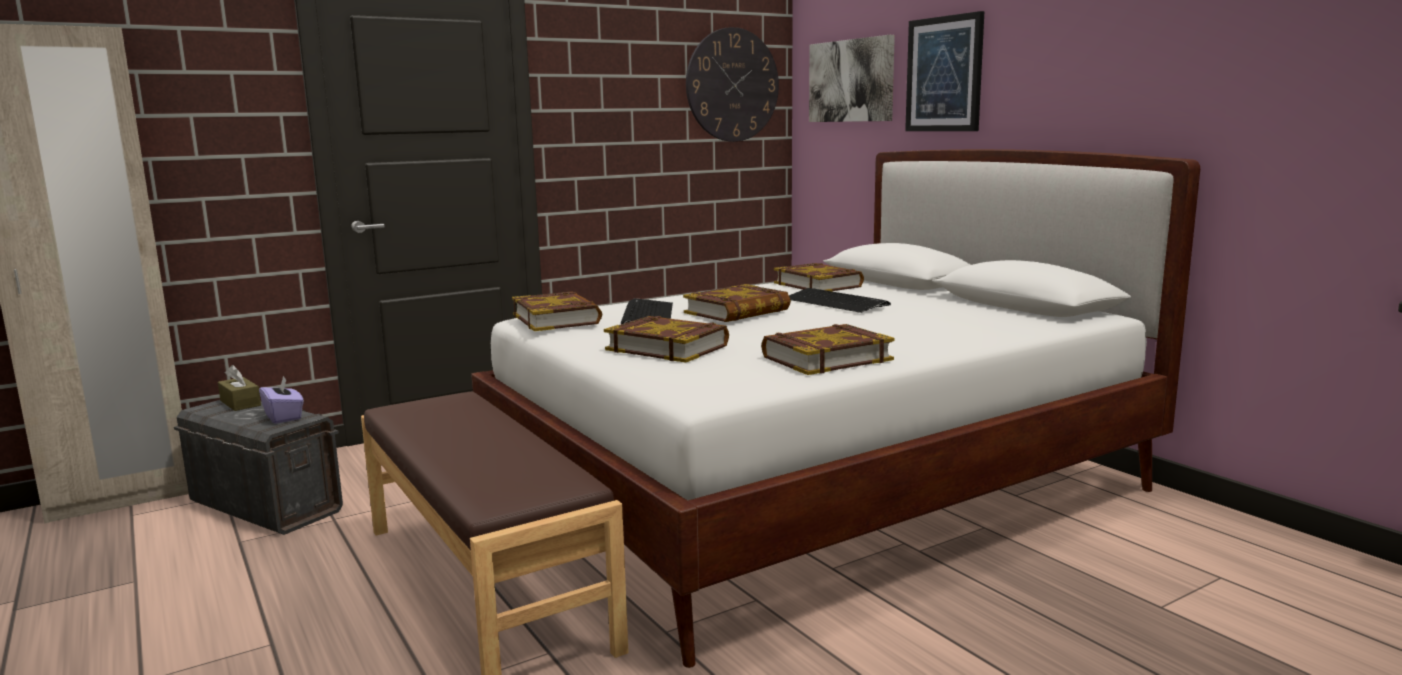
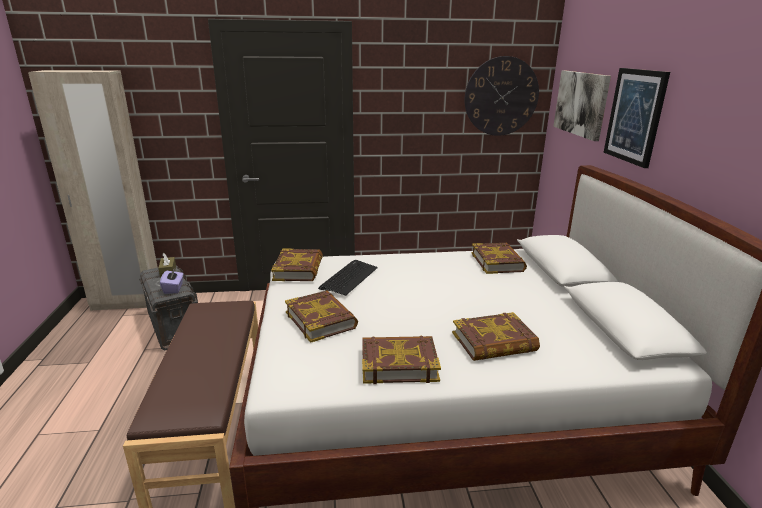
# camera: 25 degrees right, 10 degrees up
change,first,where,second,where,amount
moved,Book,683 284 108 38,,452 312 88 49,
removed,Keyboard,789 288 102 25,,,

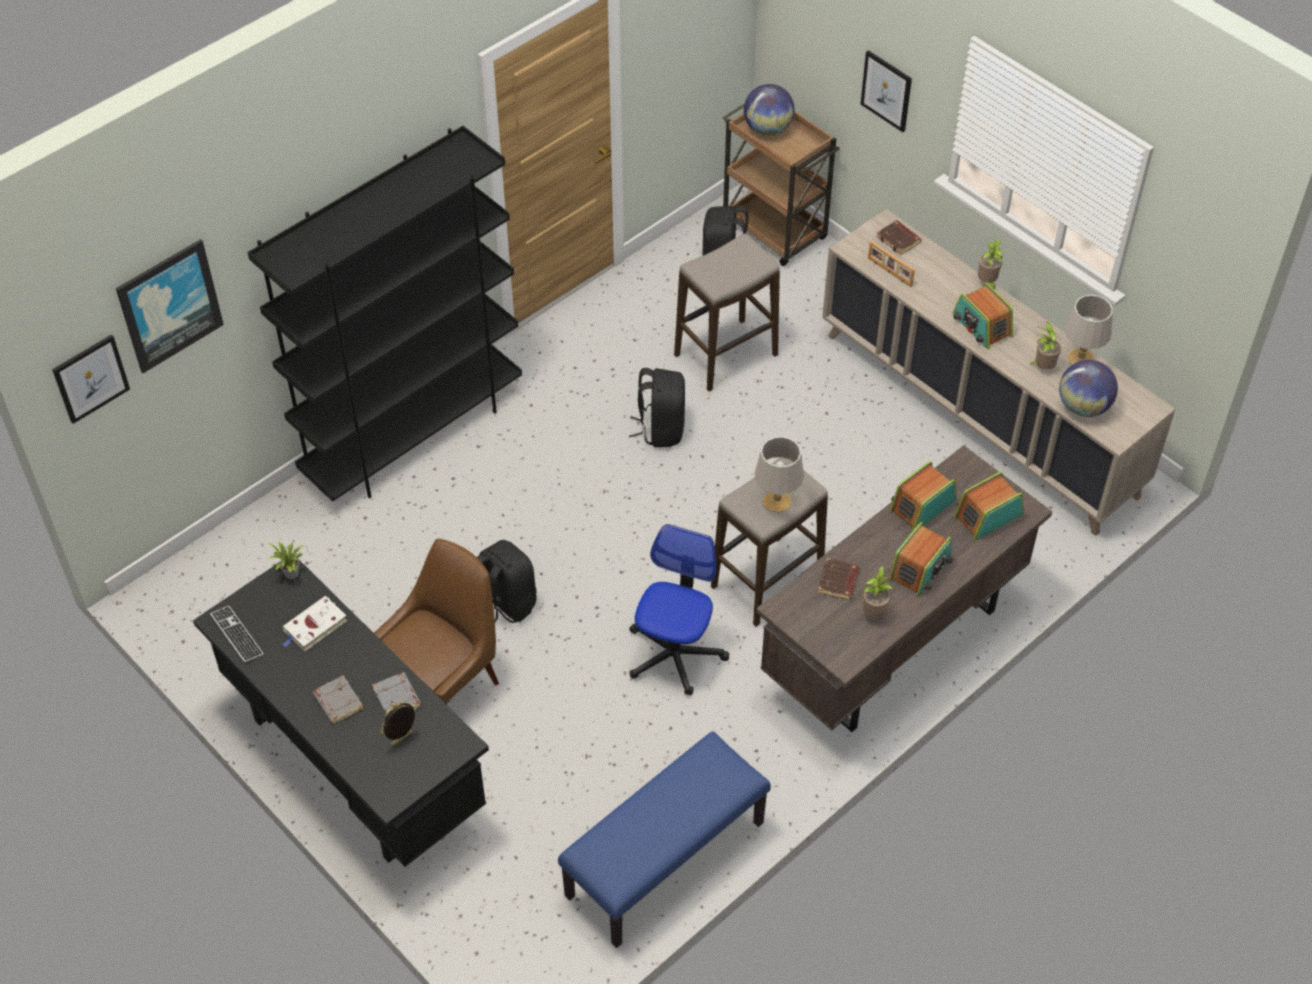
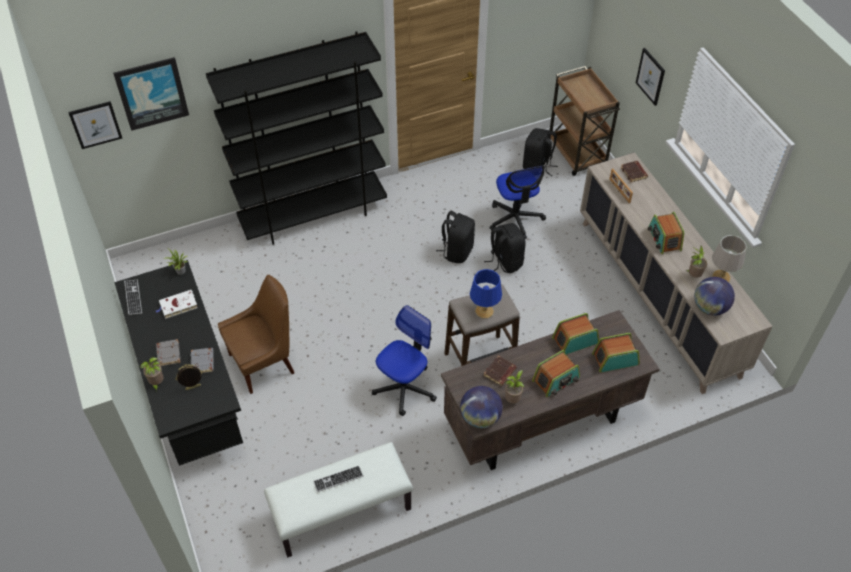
# camera: 20 degrees right, 0 degrees up
change,first,where,second,where,amount
moved,PottedPlant,978 240 25 50,,140 357 24 34,
recoloured,BlueBench,558 731 213 217,WhiteBench,264 442 149 115,
added,,,Keyboard,313 466 50 26,
moved,Globe,744 84 51 52,,460 386 43 42,
recoloured,GreyTableLamp,754 436 50 77,BlueTableLamp,470 269 32 50,
moved,BlackBackpack,477 540 60 83,,484 223 42 50,
replaced,Stool,674 233 106 159,OfficeChair,489 166 57 73,

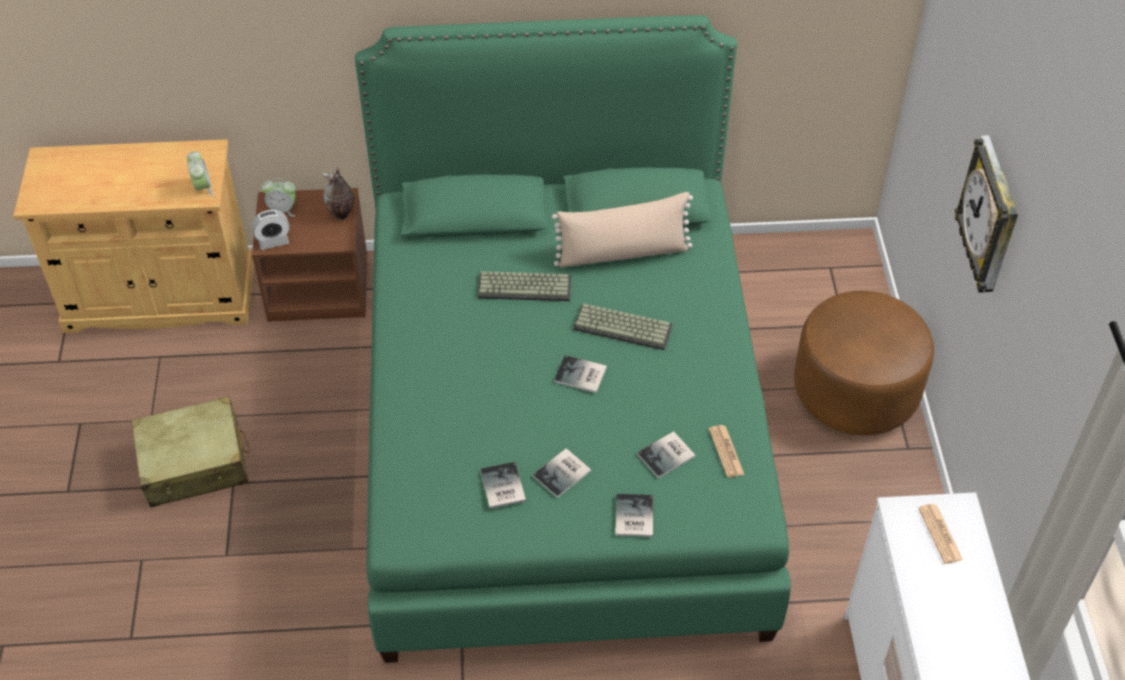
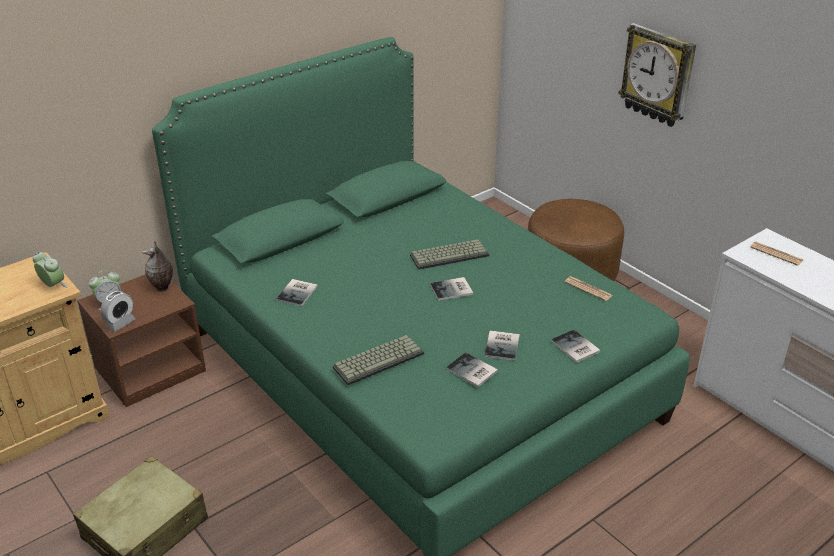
# camera: 35 degrees left, 15 degrees down
change,first,where,second,where,amount
moved,Book,637 431 58 47,,276 279 42 28,
moved,Keyboard,477 271 94 30,,333 335 91 50,
removed,BeigePillow,552 192 141 75,,,

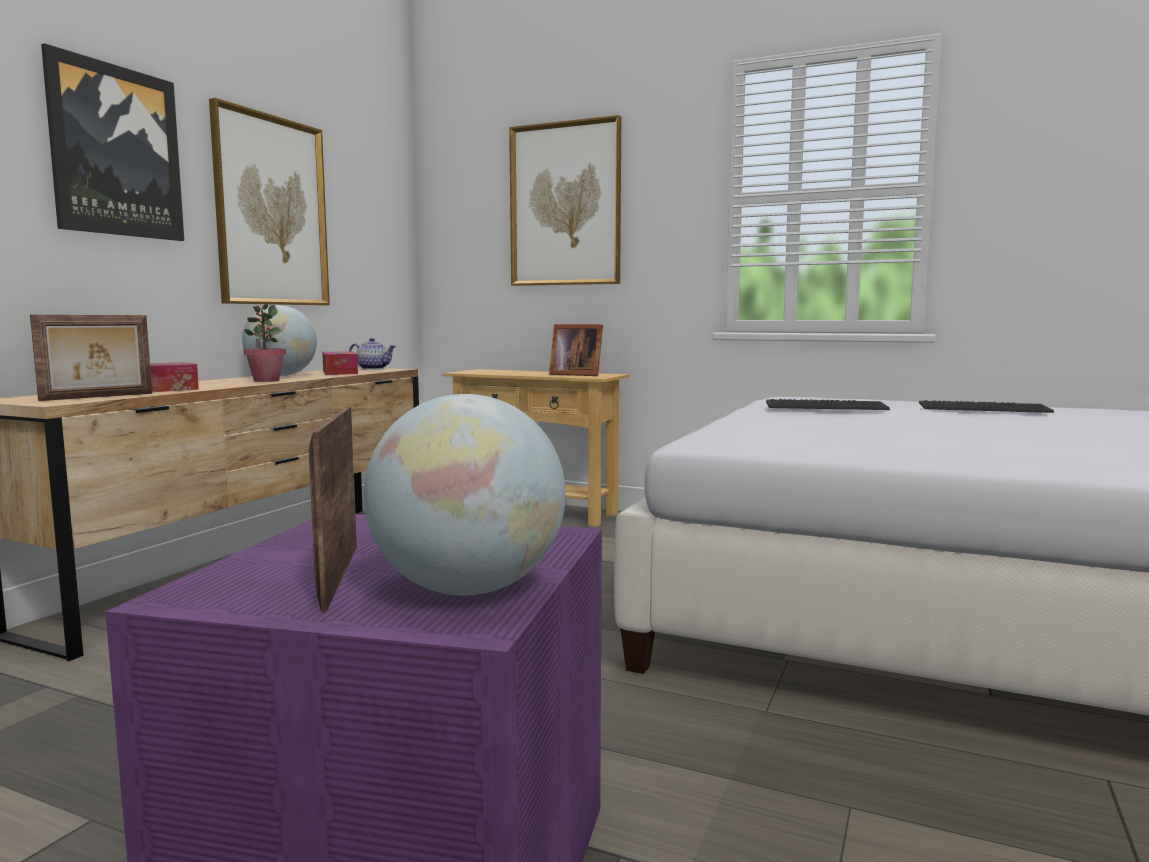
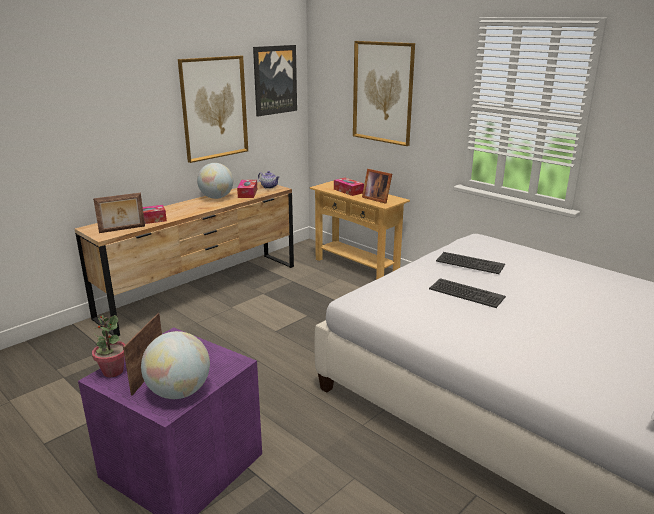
# camera: 20 degrees right, 15 degrees up
change,first,where,second,where,amount
moved,PottedPlant,243 304 43 78,,92 315 34 62,
moved,Picture,41 43 143 198,,253 45 44 72,
added,,,TissueBox,334 178 30 18,
moved,Keyboard,919 400 135 13,,429 278 77 30,

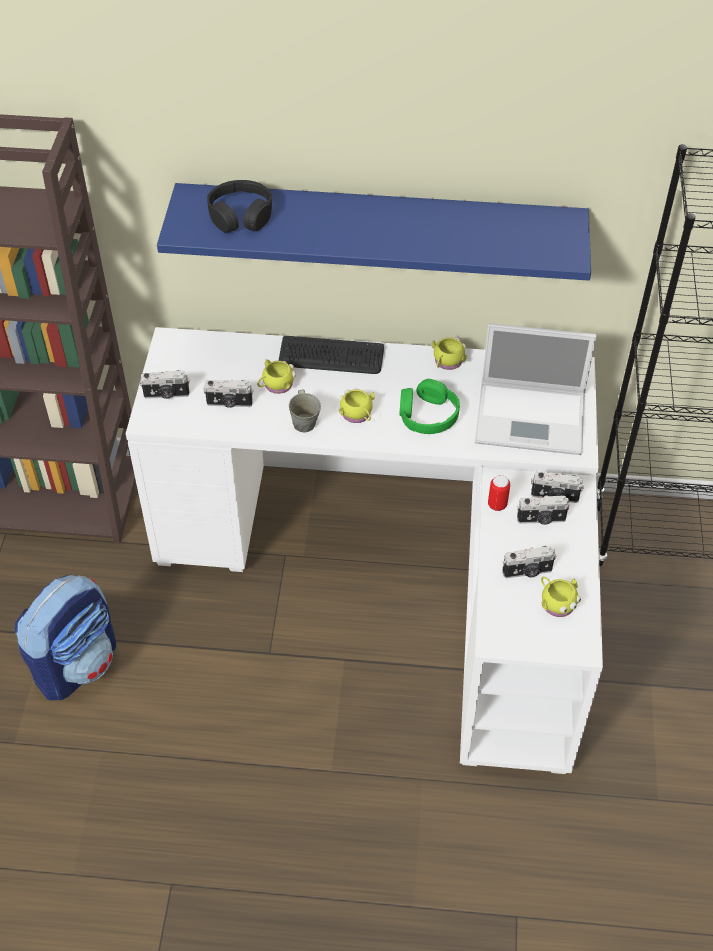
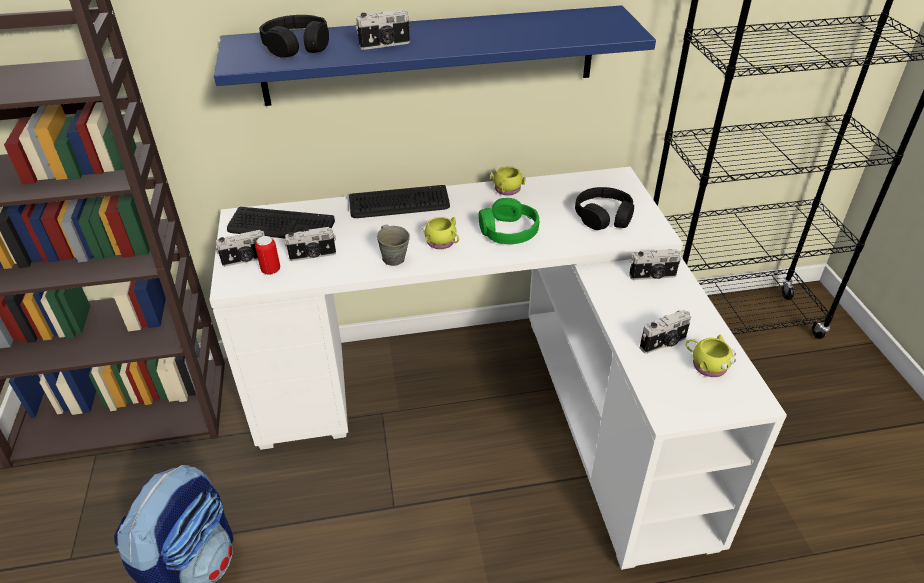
# camera: 15 degrees left, 10 degrees down
change,first,where,second,where,amount
added,,,Keyboard,227 207 108 31,
moved,Can,488 475 22 36,,255 236 25 39,
moved,PhotoCamera,517 495 53 30,,355 9 55 41,
replaced,Laptop,475 323 122 132,BlackHeadphones,575 187 59 43,
removed,YellowMug,257 360 39 34,,,

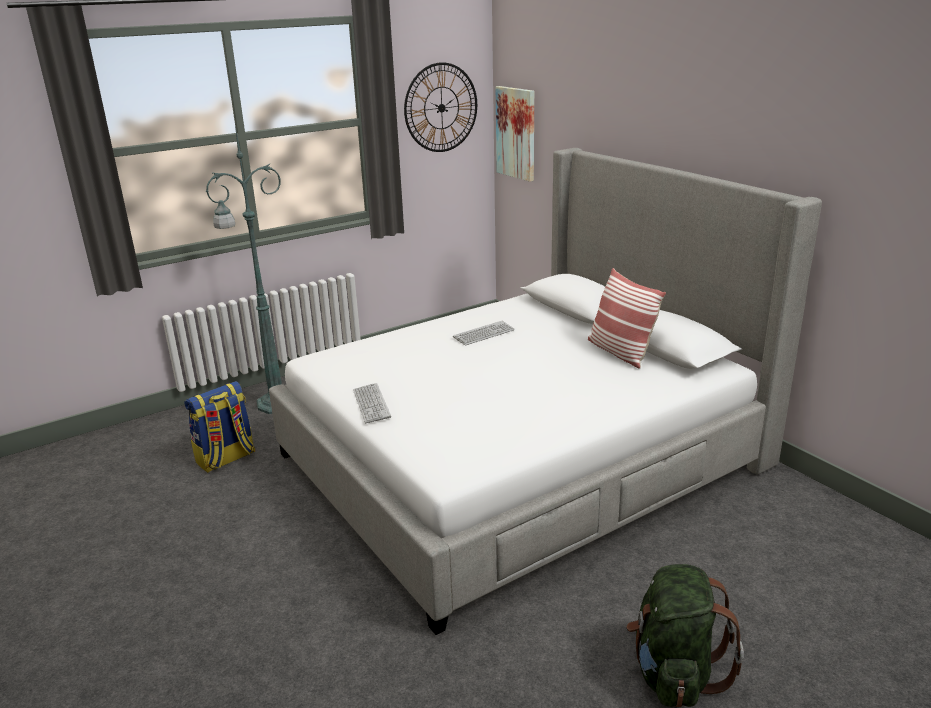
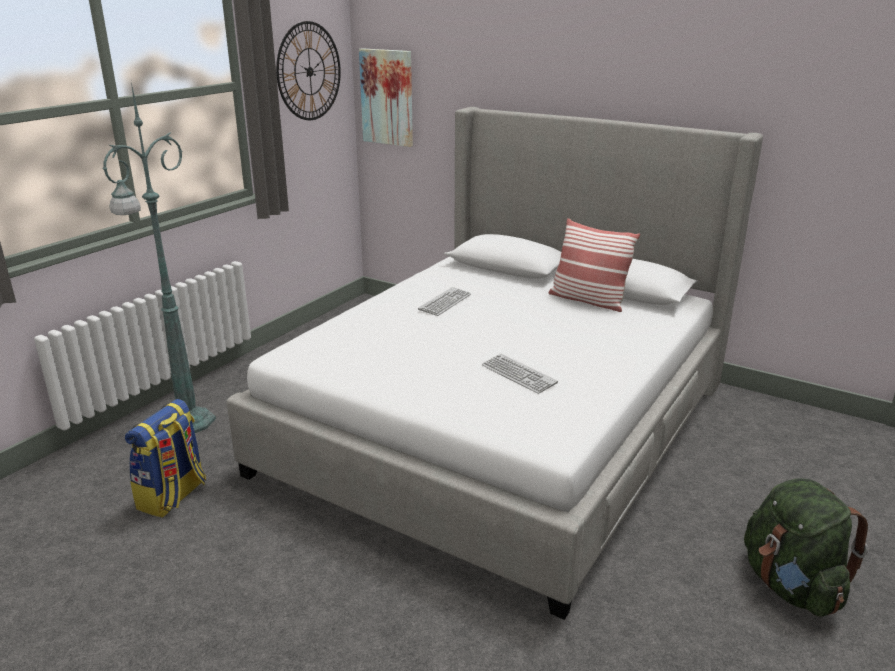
# camera: 25 degrees left, 0 degrees up
change,first,where,second,where,amount
moved,Keyboard,353 383 38 40,,482 353 76 41,

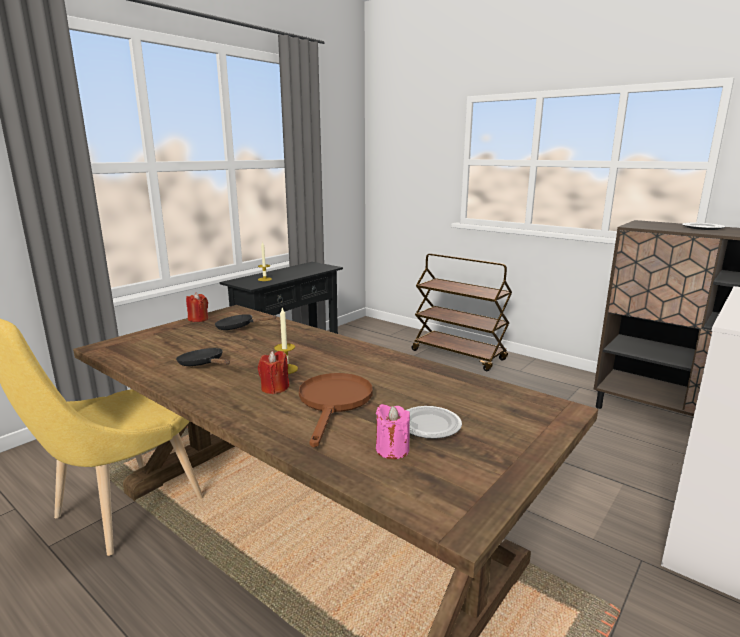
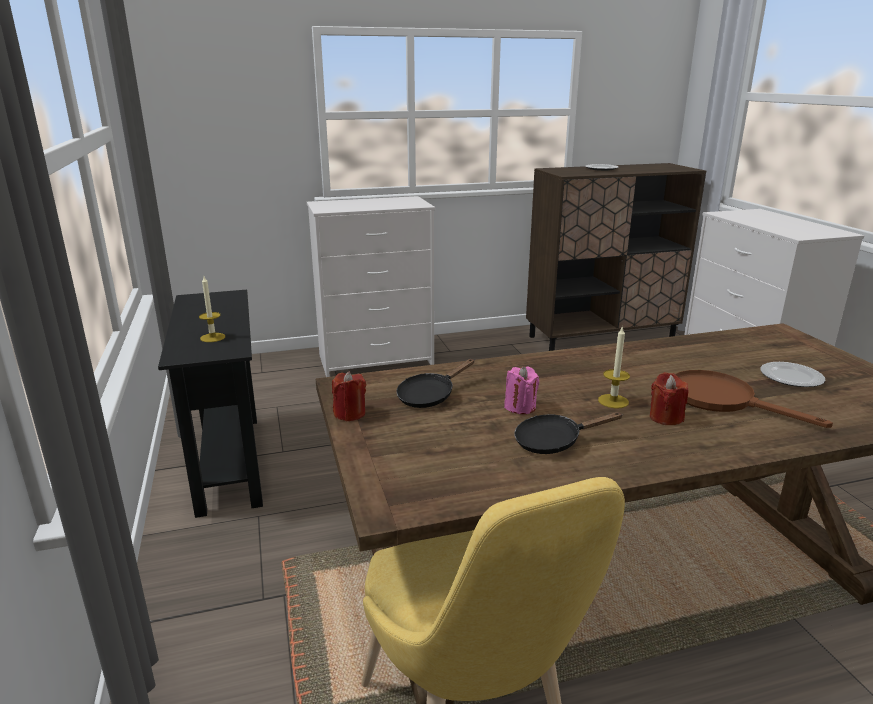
# camera: 55 degrees left, 5 degrees up
change,first,where,second,where,amount
replaced,BrownCart,412 254 100 117,WhiteDresser,307 196 128 181,
moved,PinkCandle,376 404 34 55,,504 366 36 48,

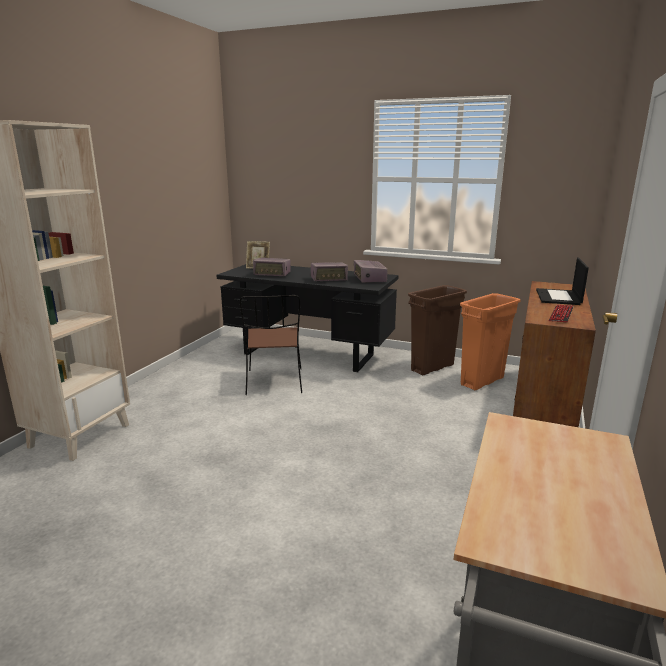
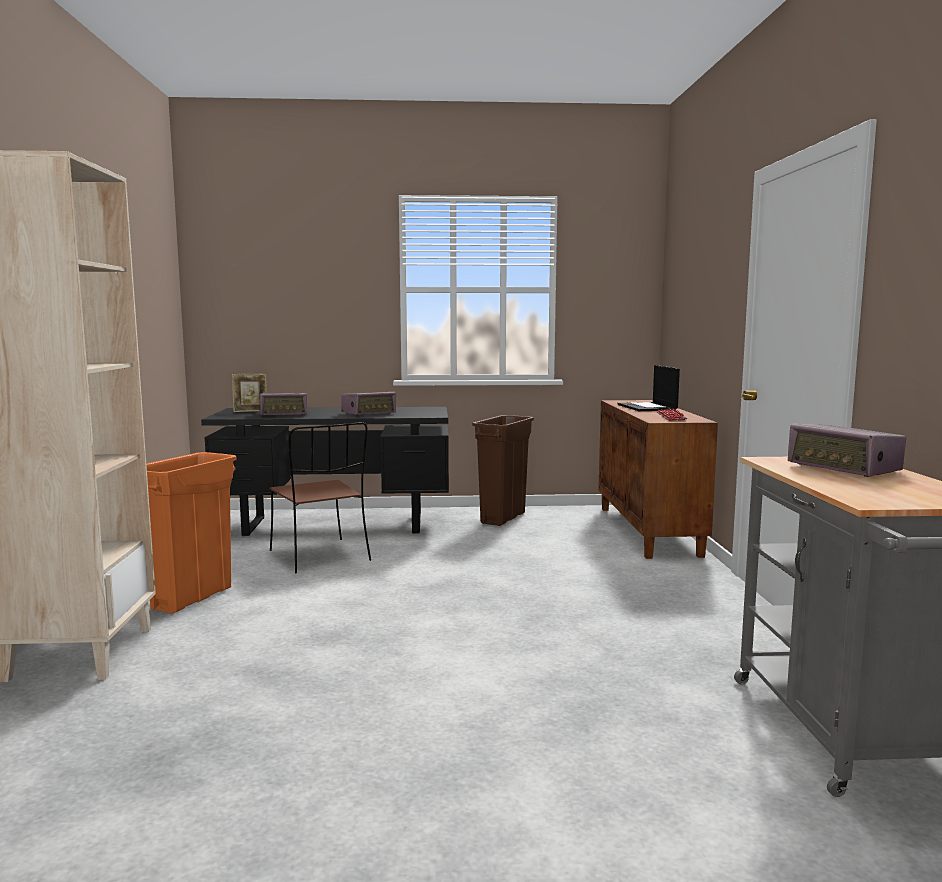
# camera: 25 degrees left, 10 degrees down
change,first,where,second,where,amount
moved,OrangeTrashCan,460 293 61 97,,146 452 91 162,
moved,Radio,354 260 34 23,,788 424 118 53,

